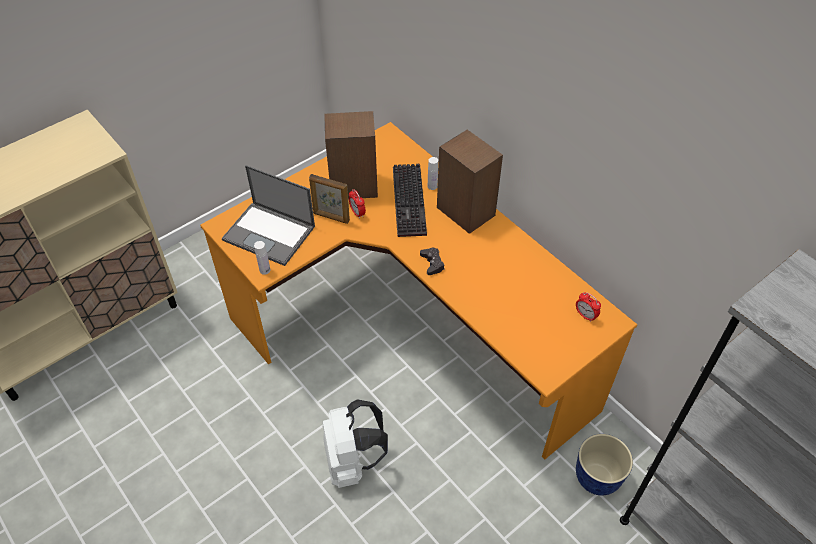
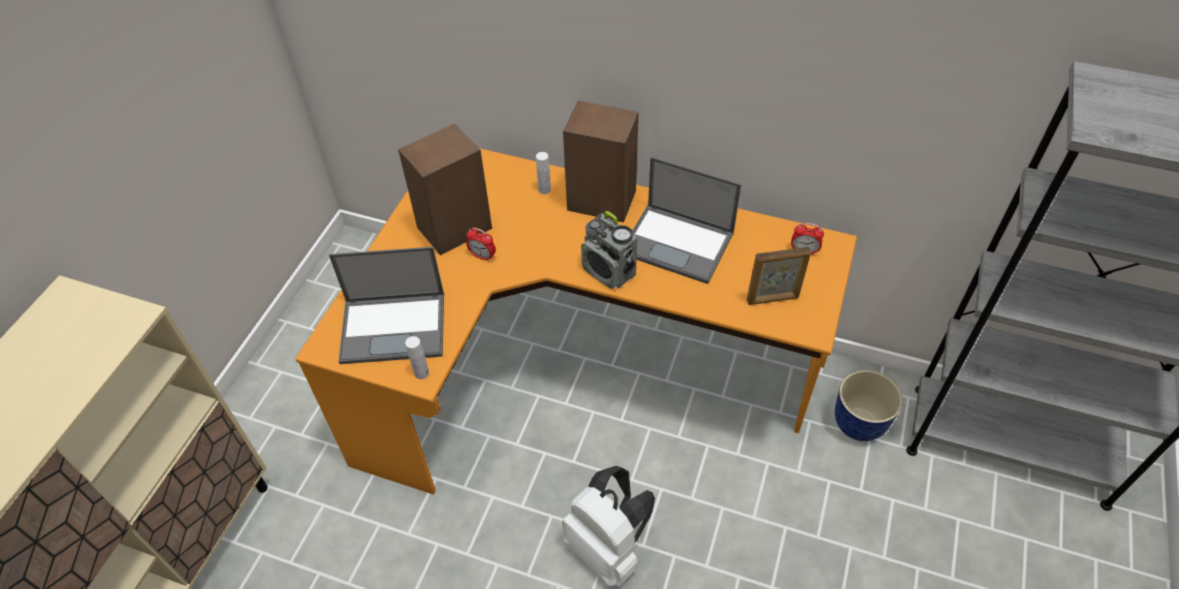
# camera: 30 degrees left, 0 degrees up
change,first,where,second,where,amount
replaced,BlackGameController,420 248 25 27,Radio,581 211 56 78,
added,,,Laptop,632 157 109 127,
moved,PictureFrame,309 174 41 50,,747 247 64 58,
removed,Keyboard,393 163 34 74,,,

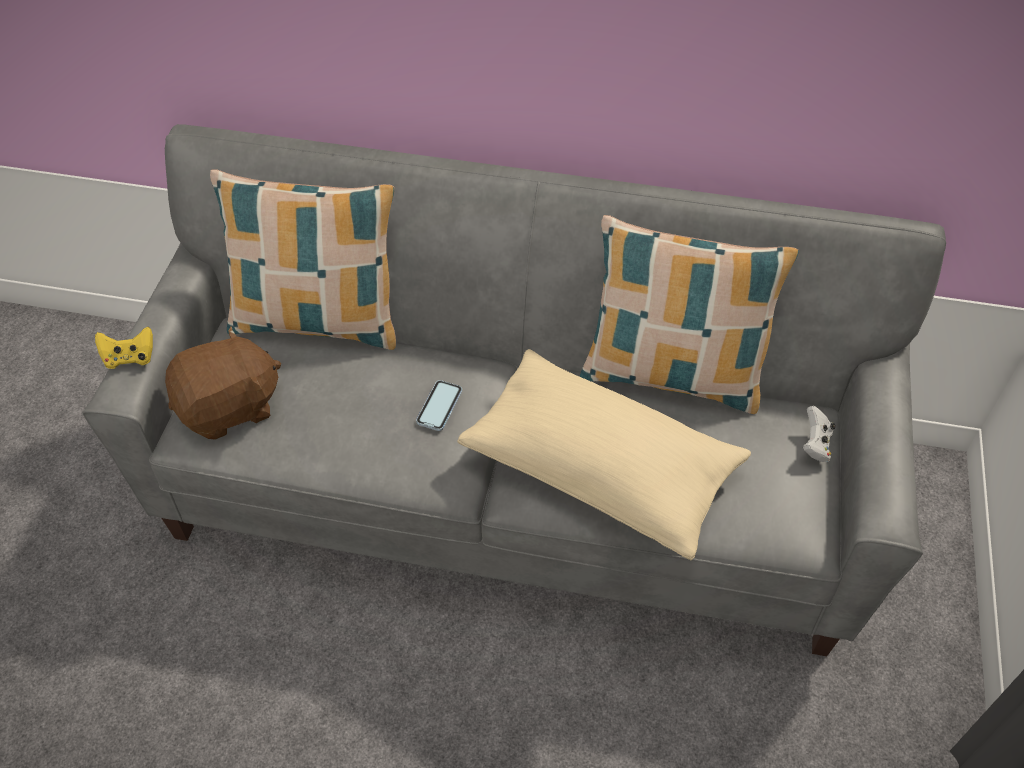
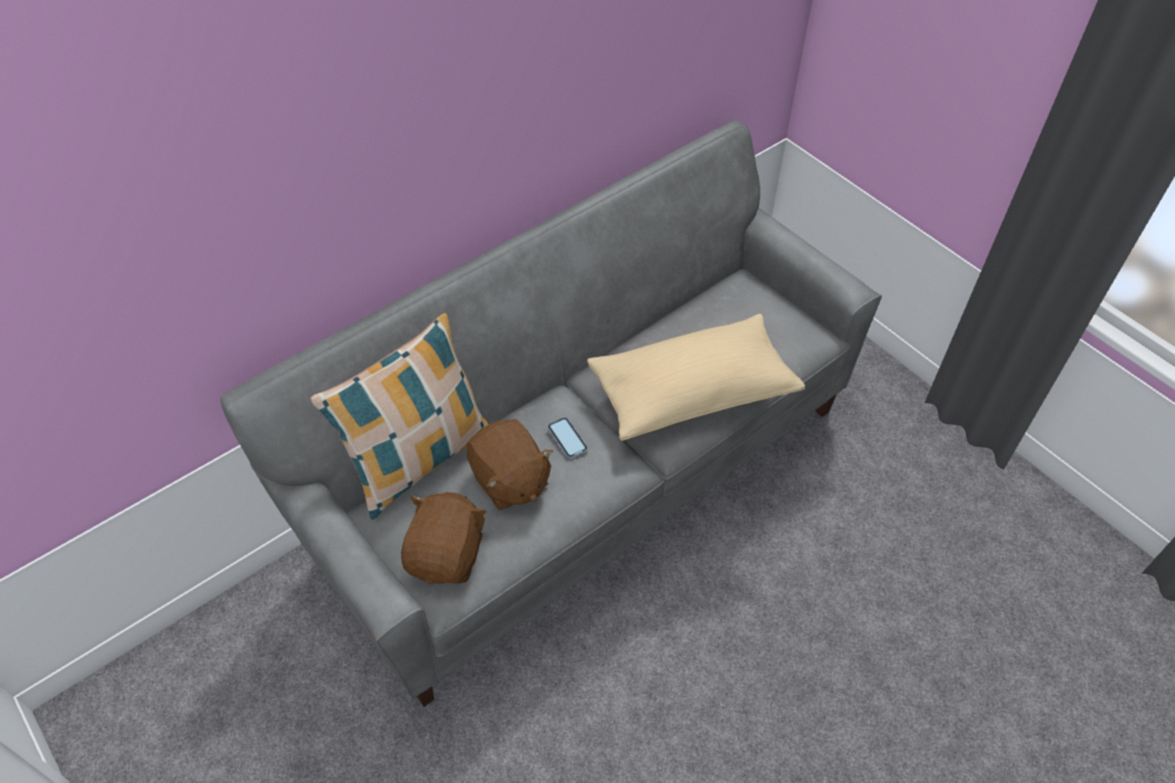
# camera: 50 degrees left, 0 degrees up
change,first,where,second,where,amount
added,,,BrownPlushToy,466 419 87 91,
removed,YellowGameController,95 327 58 42,,,
removed,Pillow,580 215 219 199,,,
removed,WhiteGameController,803 406 33 56,,,

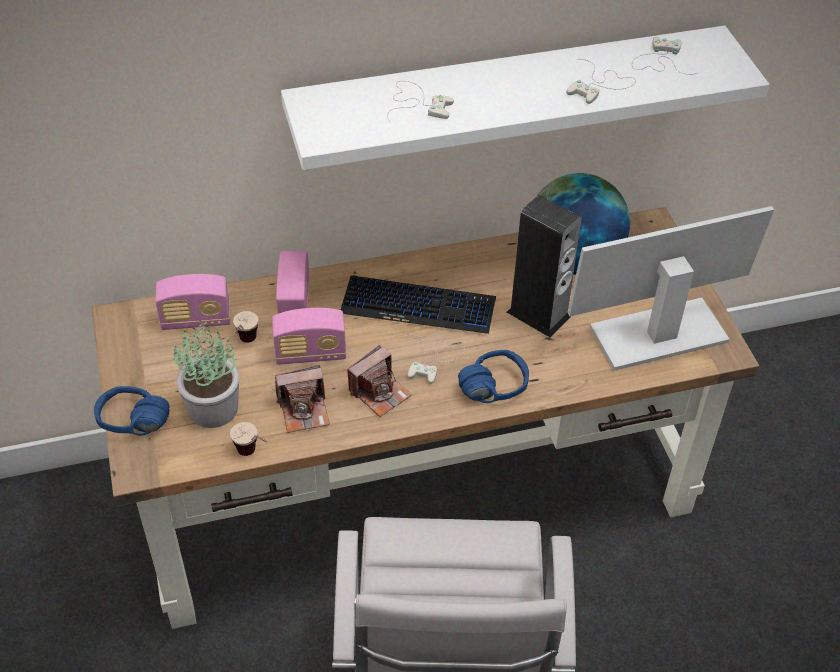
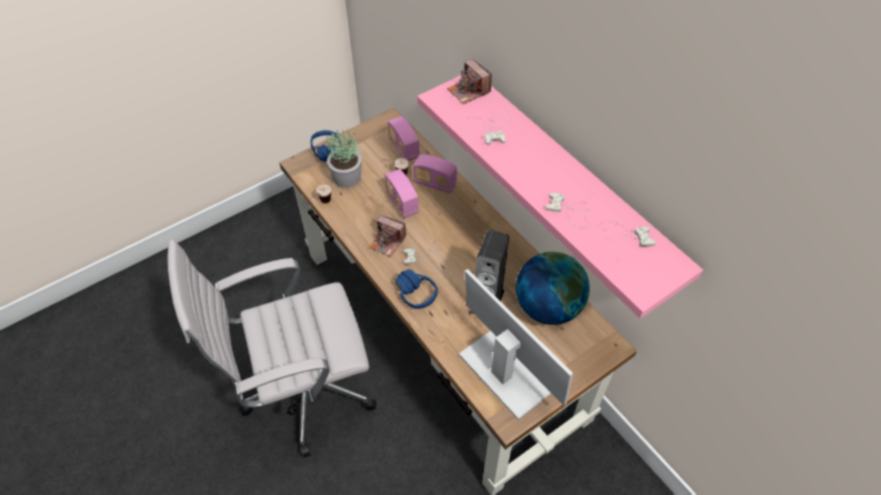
# camera: 70 degrees right, 5 degrees up
change,first,where,second,where,amount
turned,Radio,276 251 34 63,,413 155 44 39,135 degrees counterclockwise
recoloured,WhiteShelf,281 26 488 144,PinkShelf,417 75 286 244,
moved,PhotoCamera,275 365 55 68,,447 59 45 45,
removed,Keyboard,341 275 155 59,,,

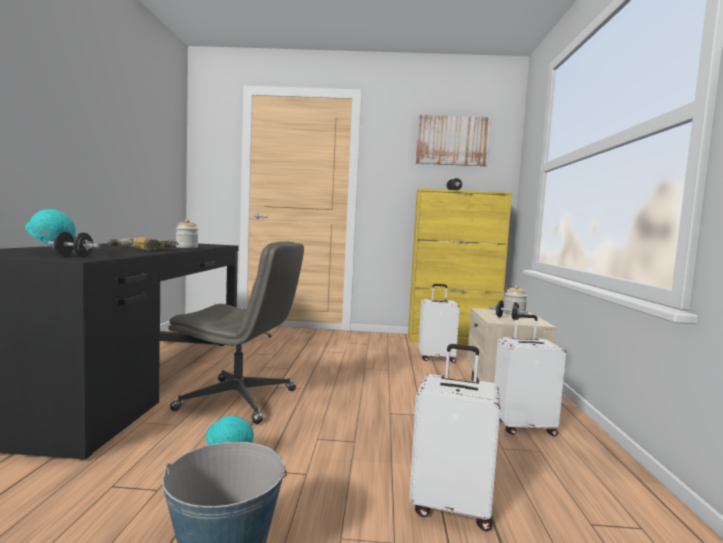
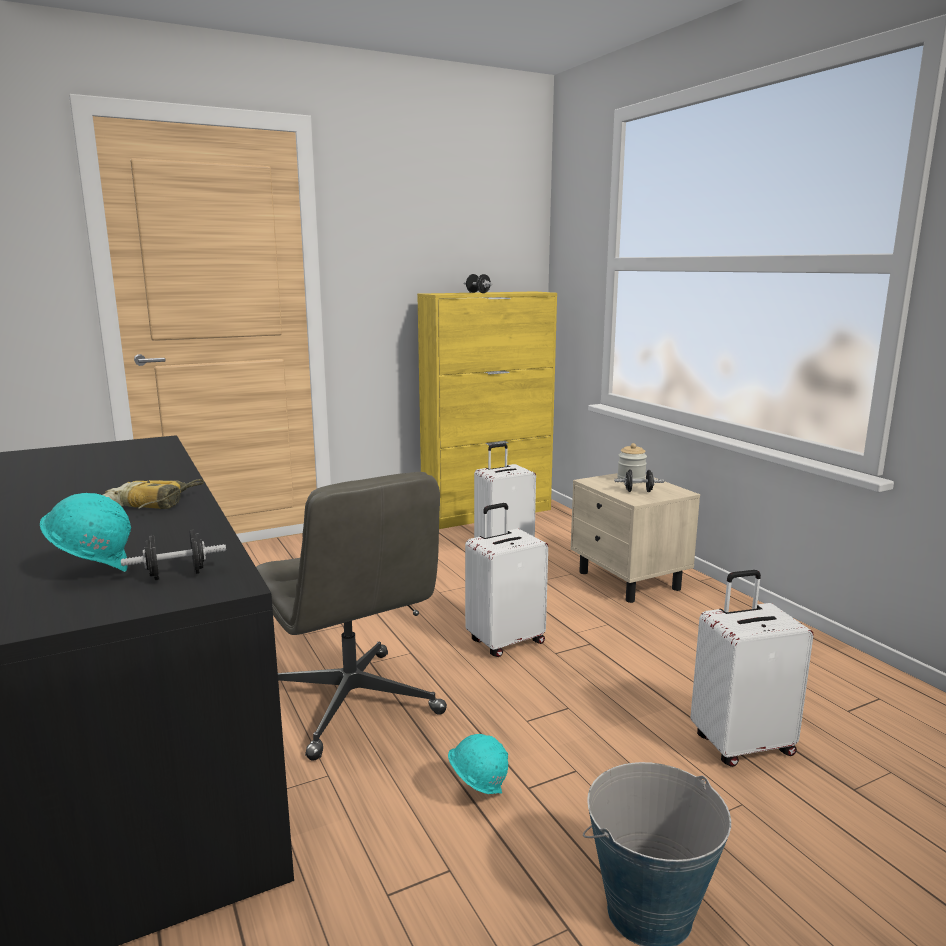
# camera: 30 degrees left, 10 degrees up
change,first,where,second,where,amount
turned,GreyOfficeChair,168 242 136 182,,256 472 191 289,75 degrees clockwise
moved,WhiteSuitcase,494 314 72 123,,465 503 83 154,
removed,Jar,176 219 22 29,,,
removed,Picture,416 115 75 51,,,

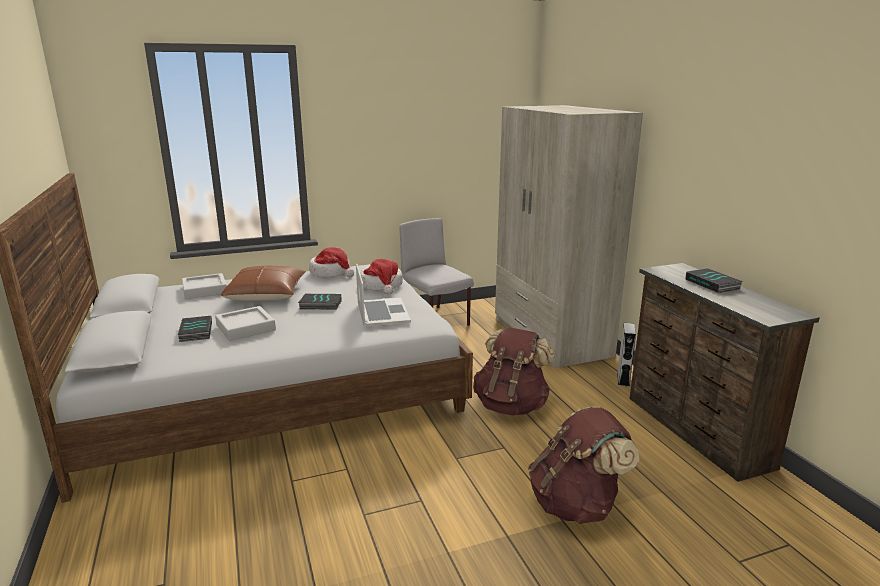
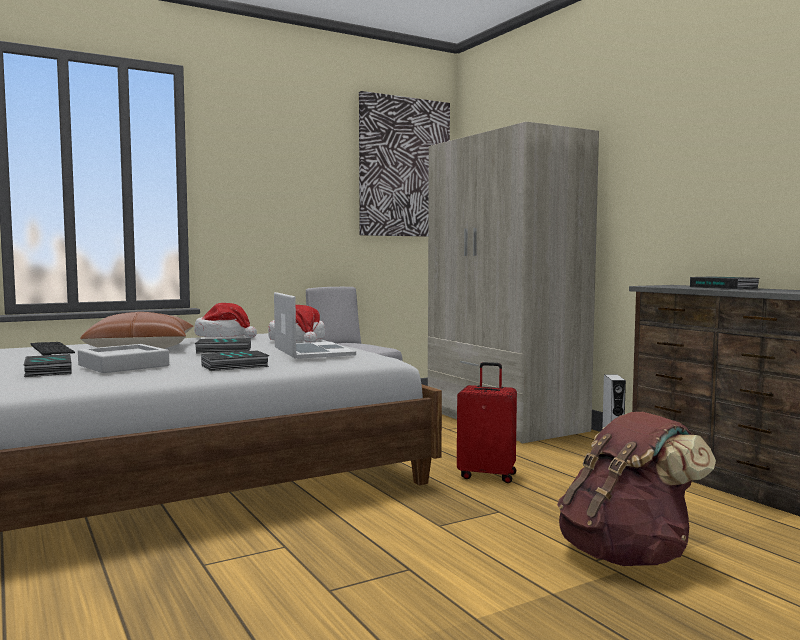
# camera: 10 degrees left, 15 degrees down
change,first,where,second,where,amount
replaced,GreyTray,182 273 45 26,Keyboard,31 342 44 13,
added,,,Book,201 350 69 21,
added,,,Picture,359 91 91 146,
replaced,BrownBackpack,473 327 82 89,RedSuitcase,457 362 60 121,

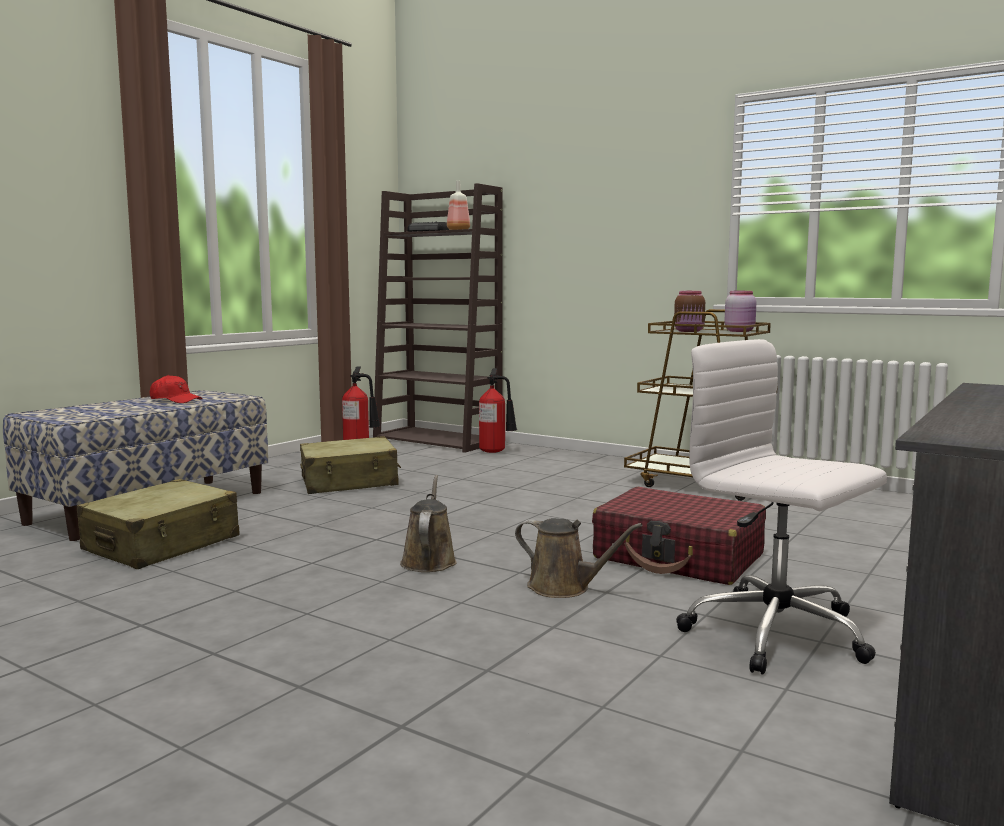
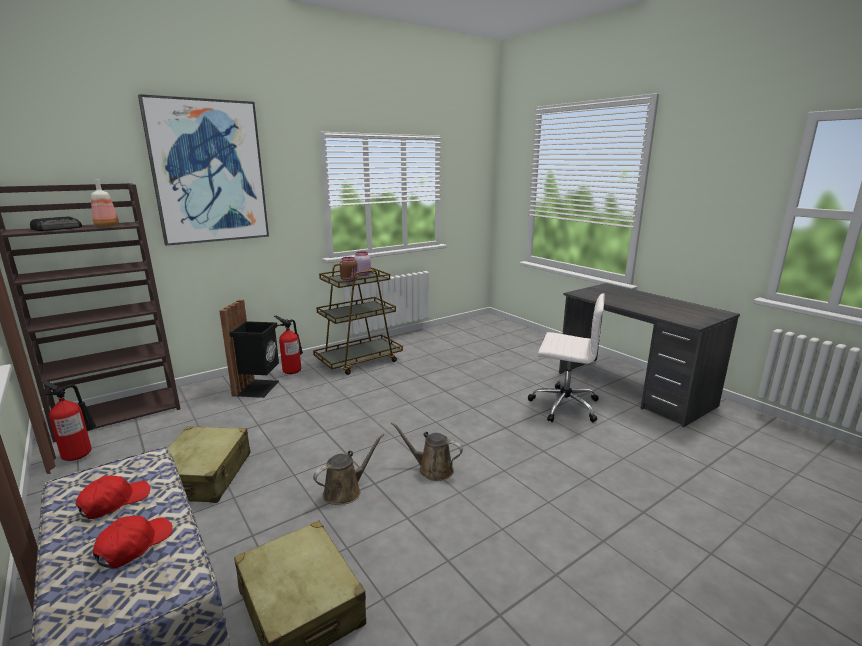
# camera: 70 degrees left, 10 degrees up
change,first,where,second,where,amount
added,,,RedCap,93 516 80 53,
added,,,Picture,138 94 131 152,
added,,,BlackTrashCan,219 300 60 98,
moved,FireExtinguisher,479 368 38 85,,274 316 29 58,
moved,BrownWateringCan,515 518 128 80,,313 433 71 72,
turned,WhiteOfficeChair,676 339 211 336,,528 293 77 129,135 degrees counterclockwise
removed,RedSuitcase,592 487 174 98,,,

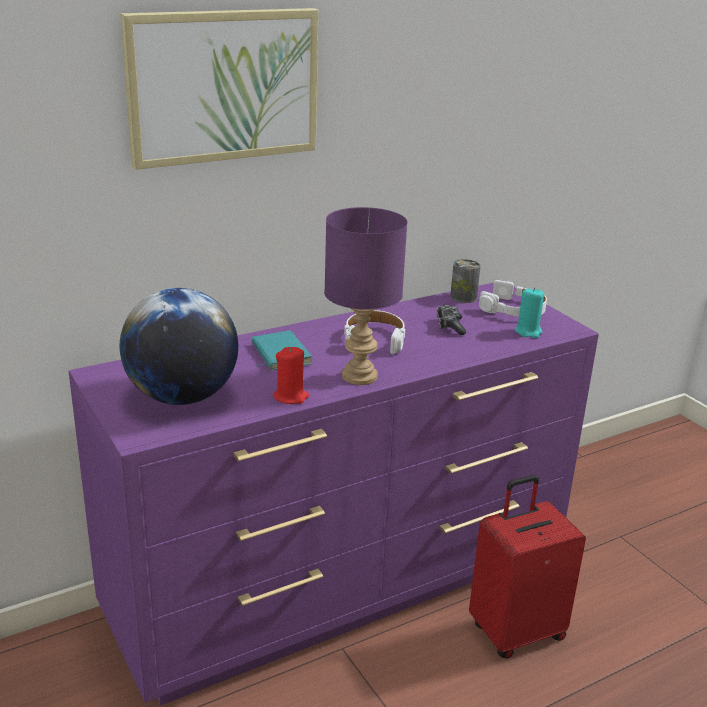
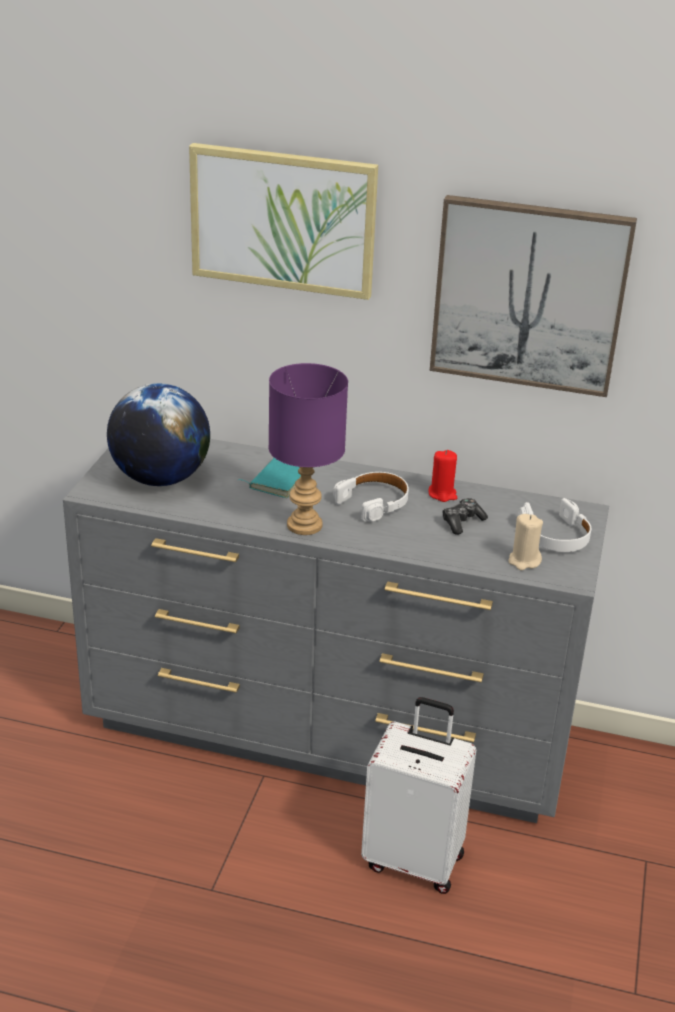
# camera: 45 degrees right, 5 degrees up
change,first,where,second,where,amount
recoloured,PurpleDresser,69 283 530 422,GreyDresser,63 439 546 384,
recoloured,RedSuitcase,469 475 117 183,WhiteSuitcase,361 697 115 197,
moved,RedCandle,273 347 36 57,,429 450 28 52,
added,,,Picture,430 195 207 202,
recoloured,TurquoiseCandle,515 287 29 51,BeigeCandle,508 514 35 56,
removed,Can,450 259 31 44,,,

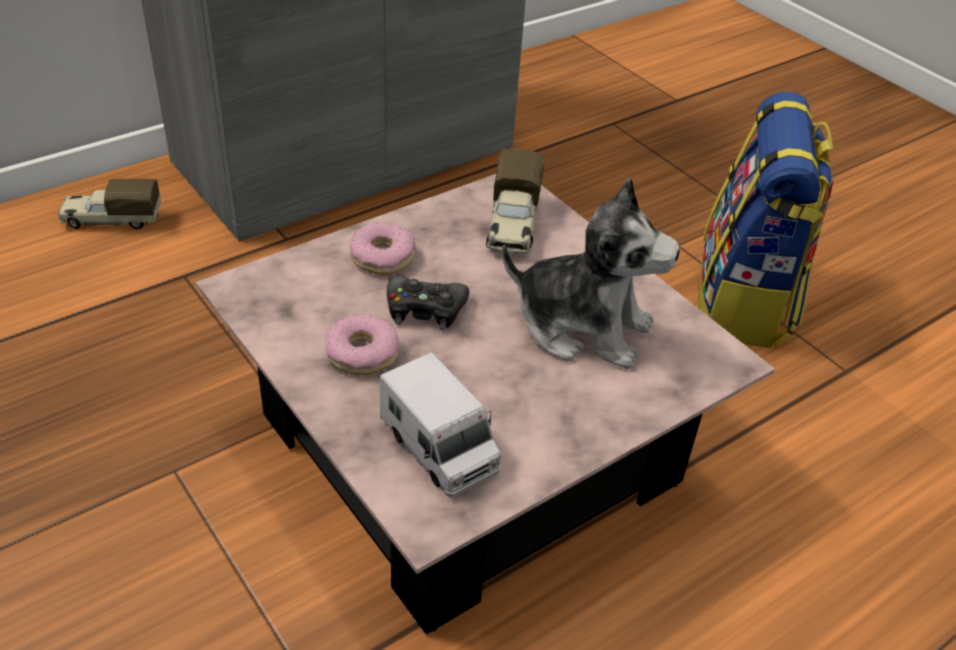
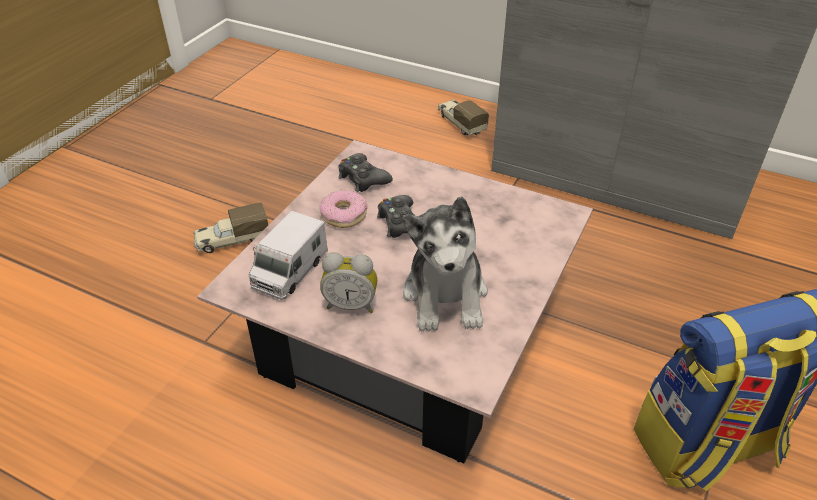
# camera: 65 degrees right, 0 degrees up
change,first,where,second,where,amount
moved,ToyTruck,486 148 58 106,,193 202 75 51,
added,,,AlarmClock,320 252 57 61,
added,,,BlackGameController,338 153 55 39,
removed,Donut,349 222 67 53,,,

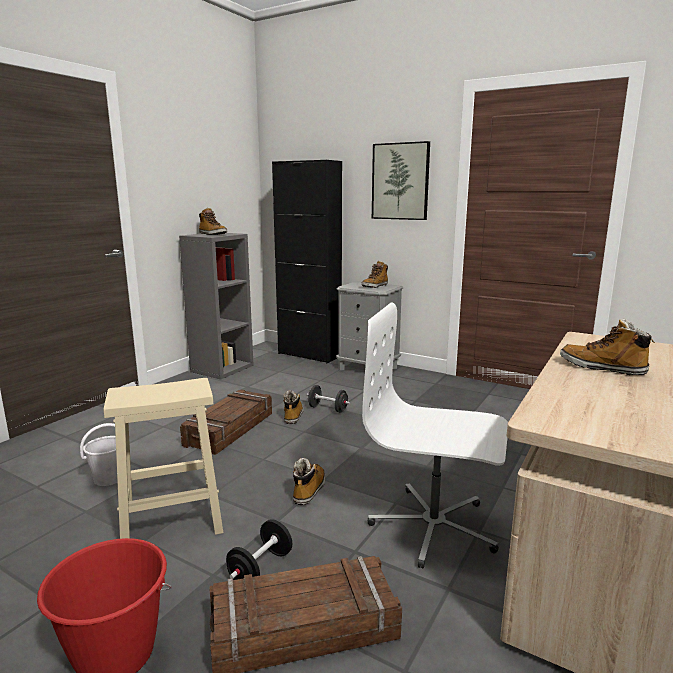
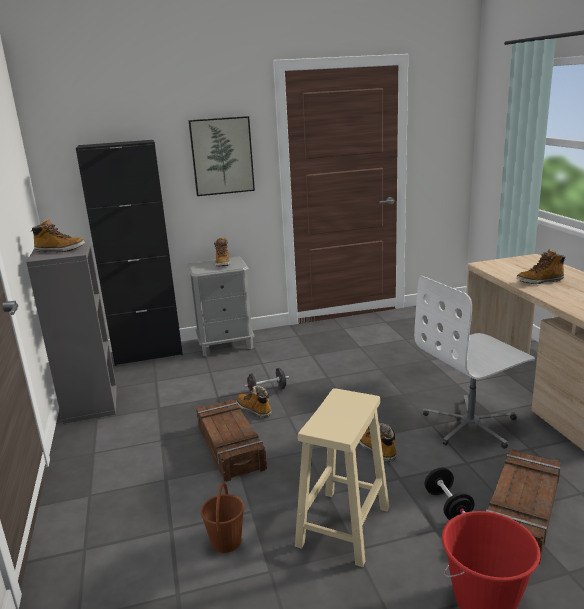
# camera: 45 degrees left, 5 degrees up
change,first,where,second,where,amount
recoloured,WhiteBucket,80 423 38 63,BrownBucket,201 482 43 71,

